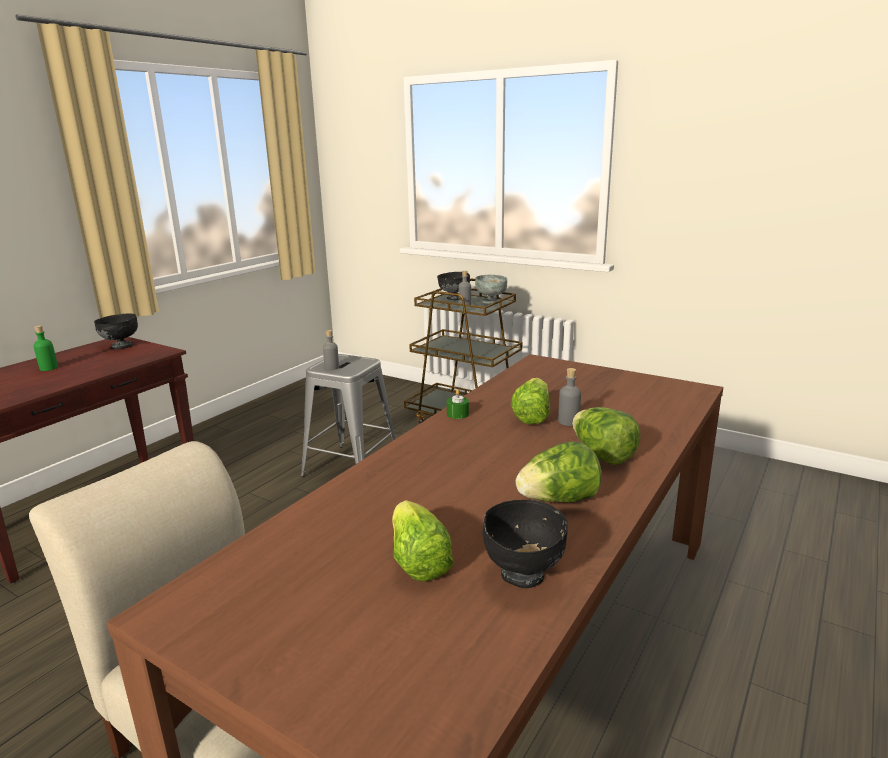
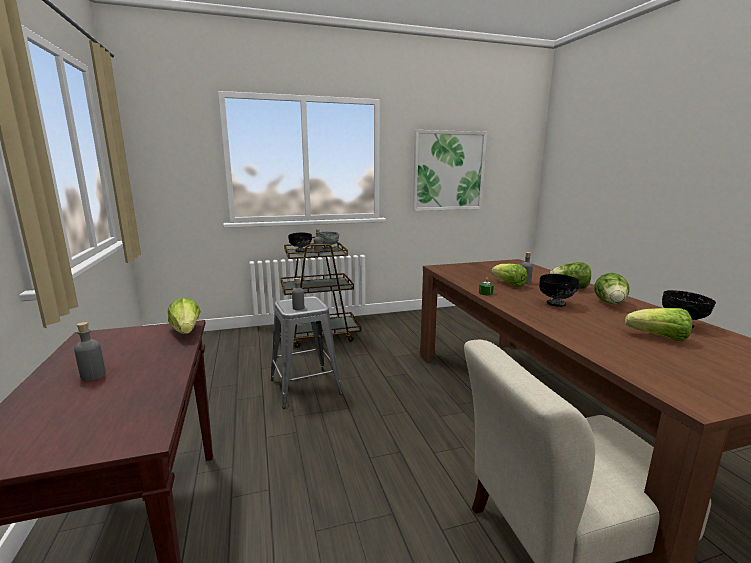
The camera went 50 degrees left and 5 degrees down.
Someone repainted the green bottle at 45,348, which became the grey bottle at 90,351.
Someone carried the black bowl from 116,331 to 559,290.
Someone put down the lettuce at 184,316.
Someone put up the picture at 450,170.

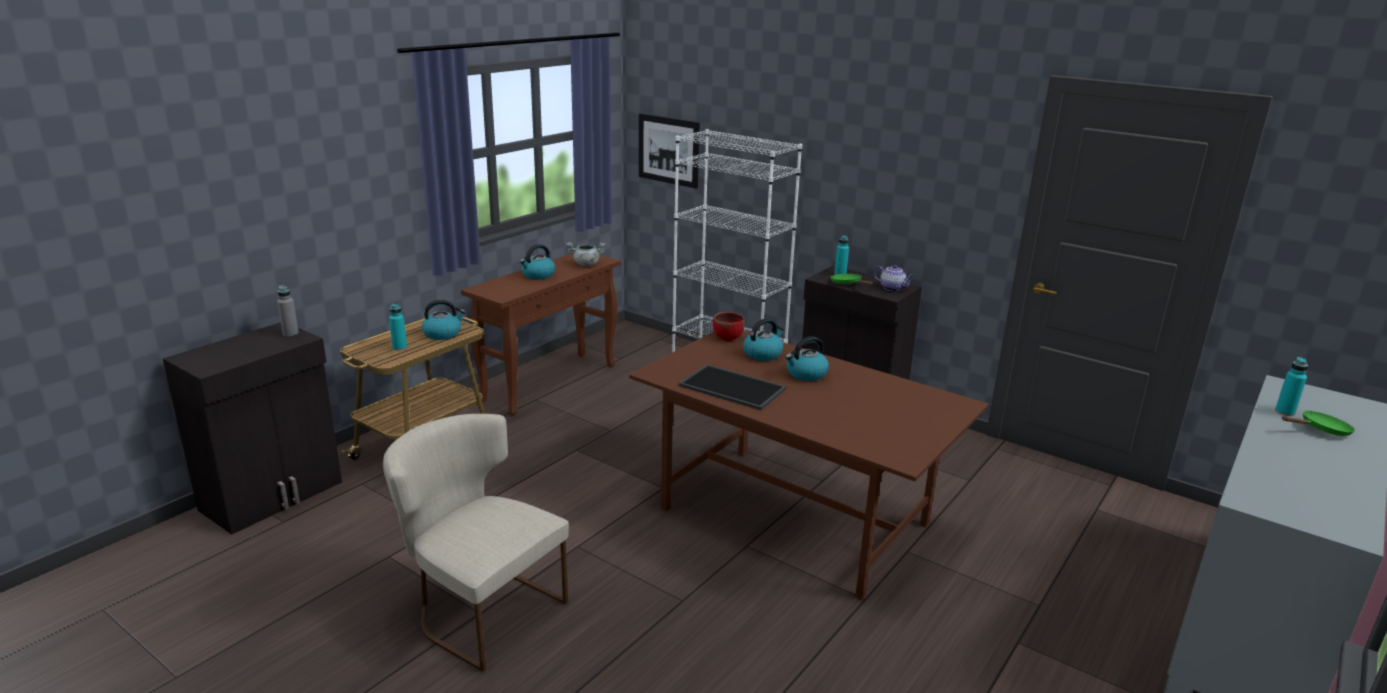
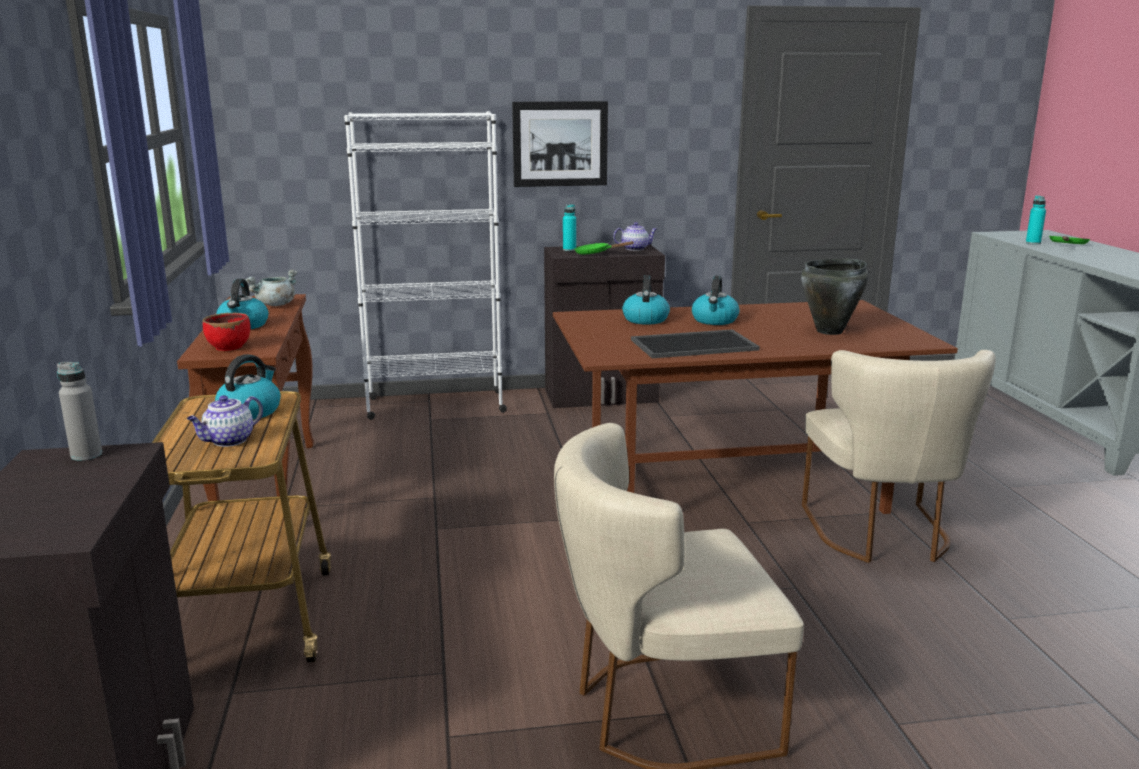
The camera went 45 degrees left and 5 degrees down.
Someone swapped the turquoise bottle at 398,327 for the teapot at 225,421.
Someone carried the picture from 669,151 to 560,144.
Someone carried the red bowl from 729,326 to 227,332.
Someone put down the black cooking pot at 835,297.
Someone put down the beige chair at 899,456.

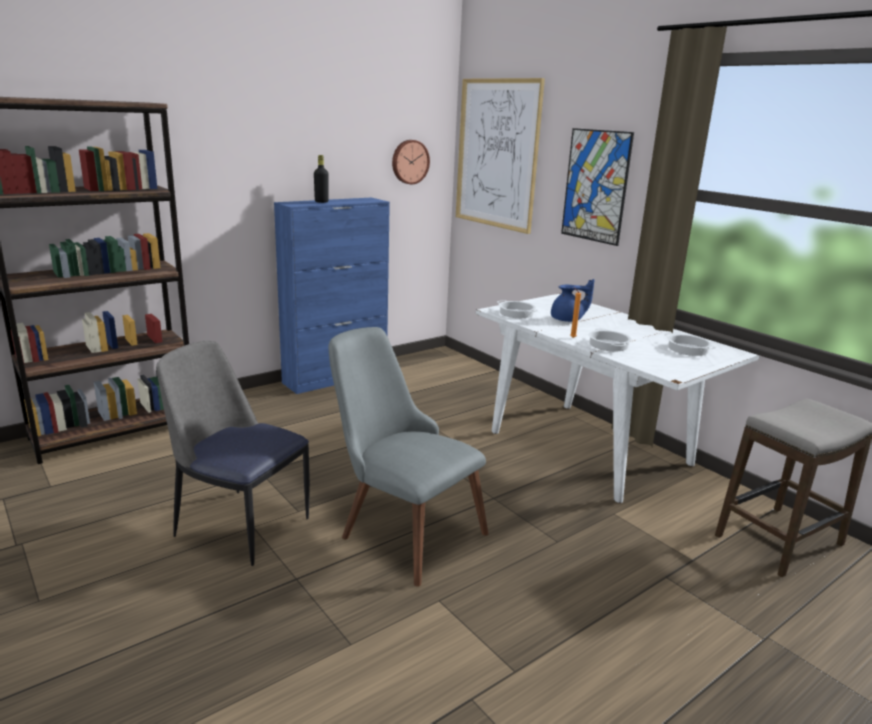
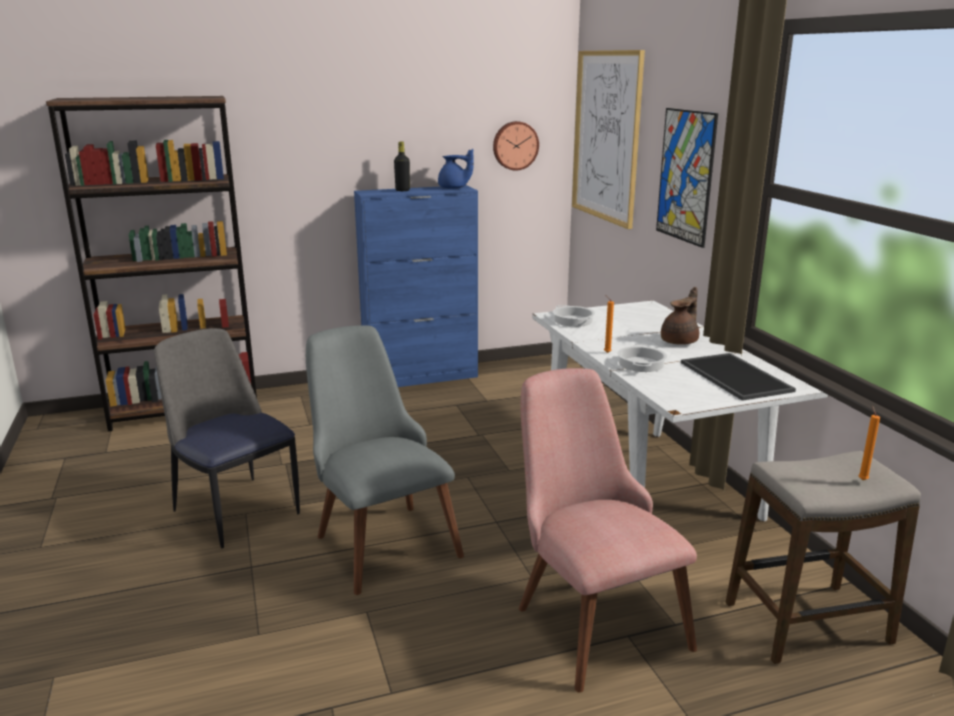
The camera went 20 degrees right and 0 degrees up.
Someone carried the blue teapot from 572,300 to 456,169.
Someone swapped the cooking pot at 690,344 for the tray at 738,377.
Someone put down the pink chair at 608,530.
Someone put down the brown teapot at 680,316.
Someone put down the orange candle at 869,443.

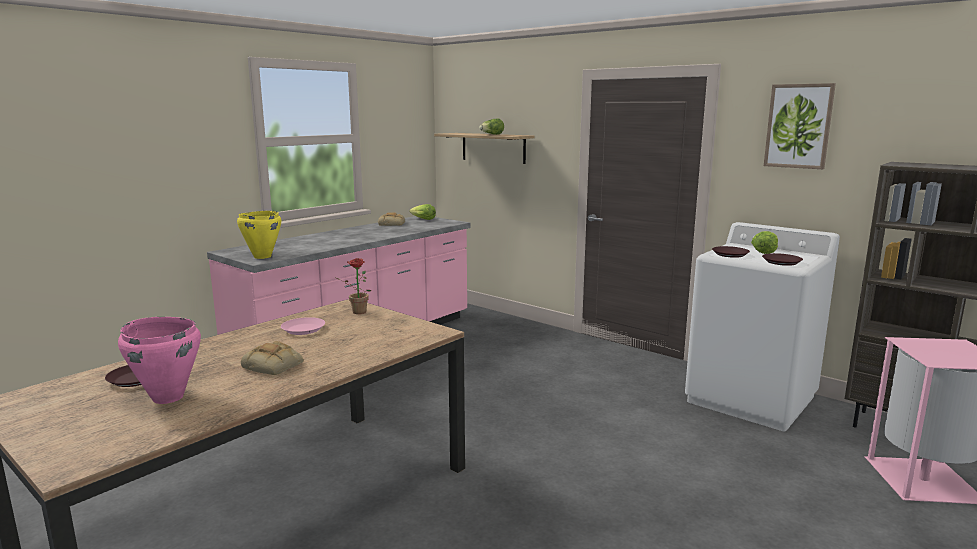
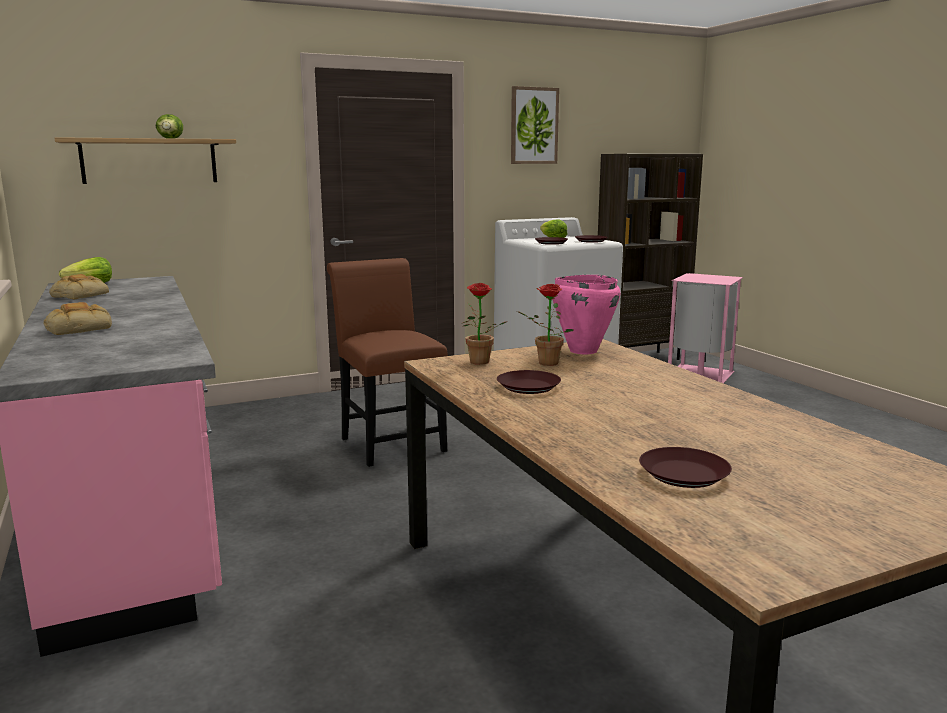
The camera went 65 degrees left and 0 degrees up.
Someone carried the pink cooking pot from 159,360 to 586,314.
Someone took away the yellow cooking pot at 259,235.
Someone carried the bread from 272,358 to 77,318.
Someone repainted the pink plate at 303,326, which became the brown plate at 529,382.
Someone put down the brown chair at 387,362.
Someone put down the potted plant at 545,325.

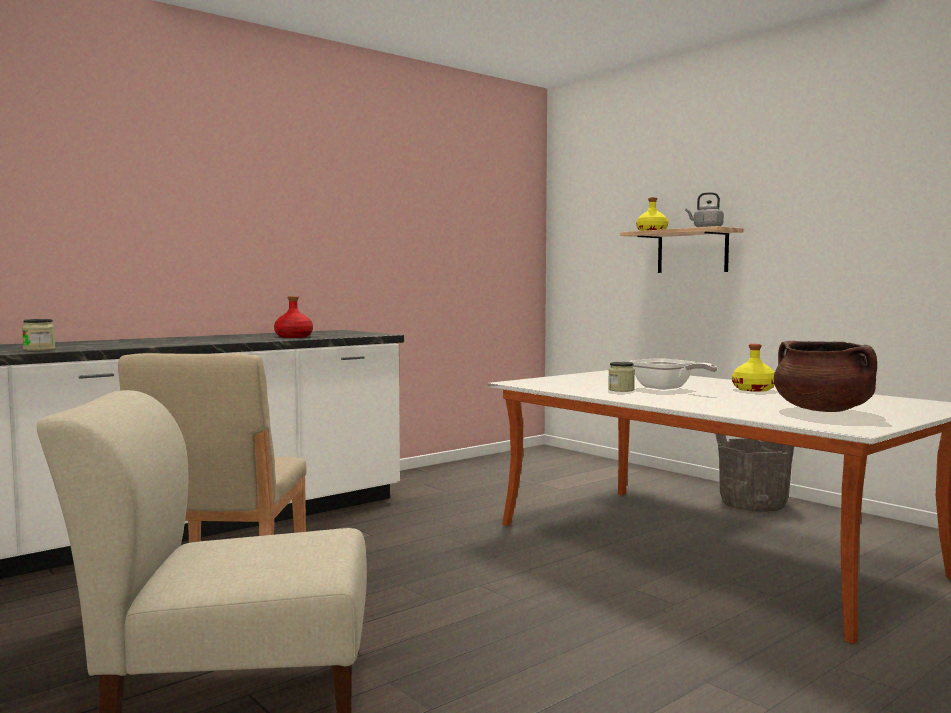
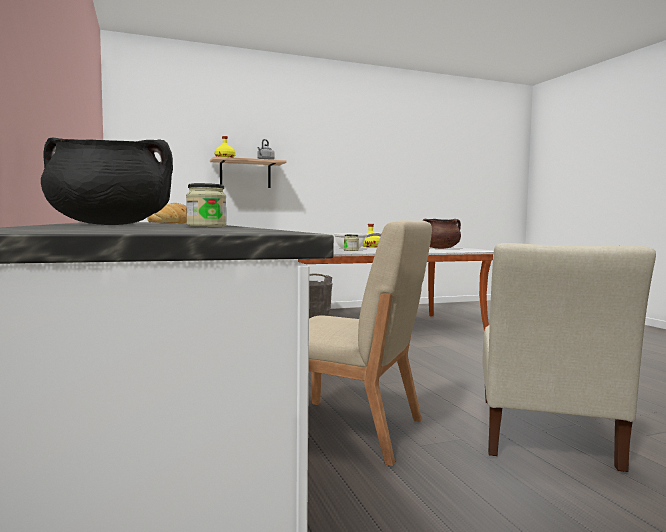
The camera went 70 degrees left and 0 degrees up.
Someone swapped the red bottle at 293,317 for the bread at 167,213.
Someone put down the black cooking pot at 107,181.

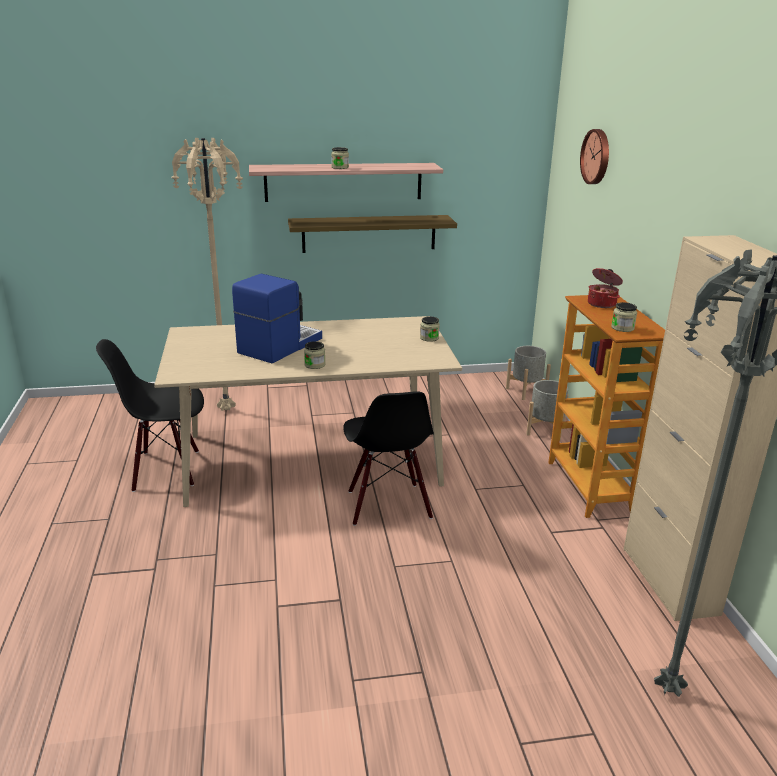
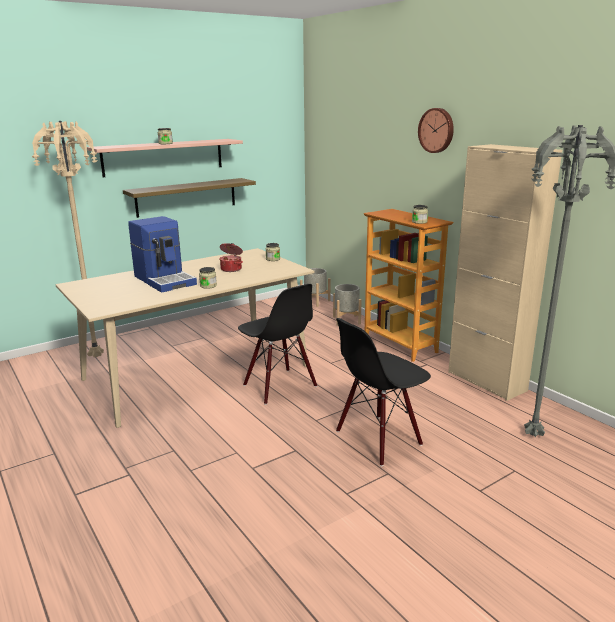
The camera went 25 degrees left and 5 degrees down.
Someone carried the black chair from 150,415 to 383,392.
Someone rotated the coffee machine at 277,319 by 135 degrees clockwise.
Someone carried the wall clock from 594,156 to 436,130.
Someone carried the cooking pot from 605,288 to 231,257.

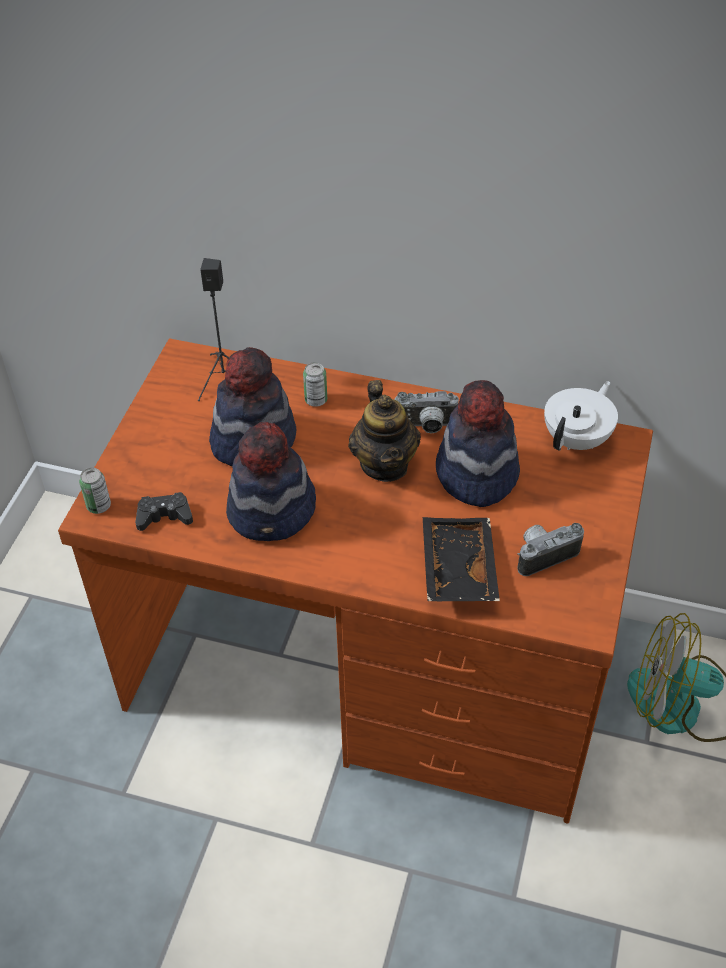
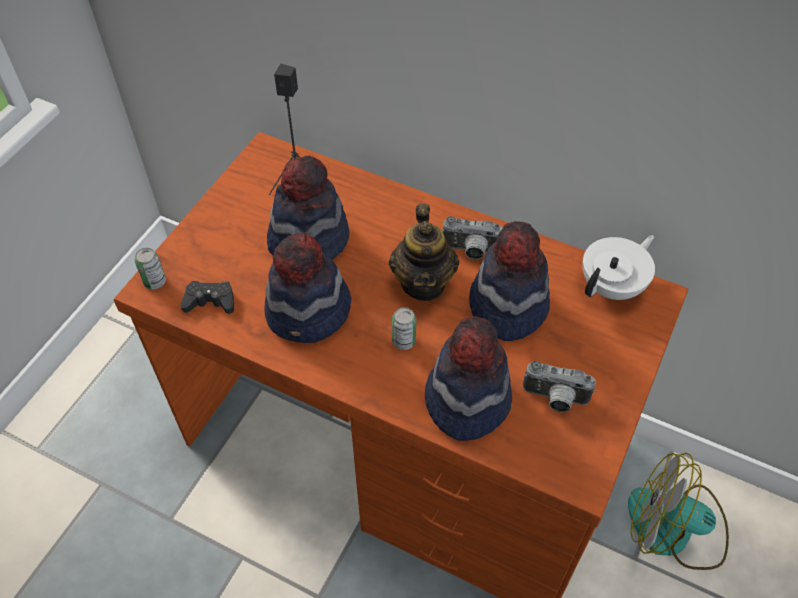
The camera went 10 degrees right and 5 degrees up.
Someone carried the can from 315,384 to 404,328.
Someone swapped the black tray at 461,559 for the hat at 468,378.
Someone rotated the photo camera at 550,549 by 150 degrees counterclockwise.

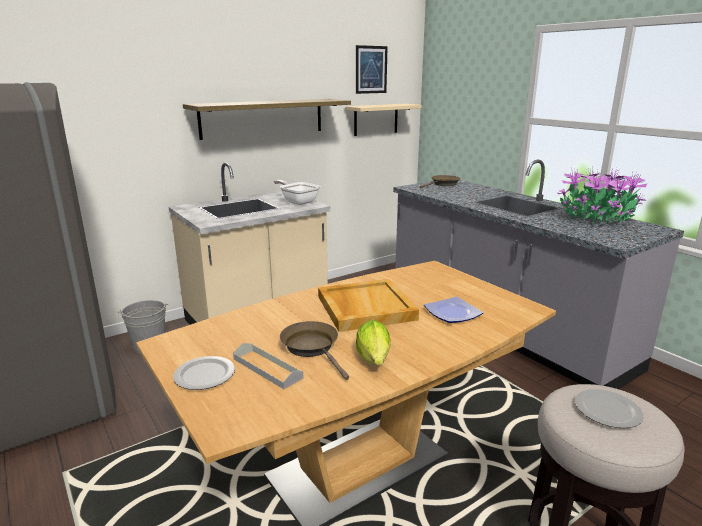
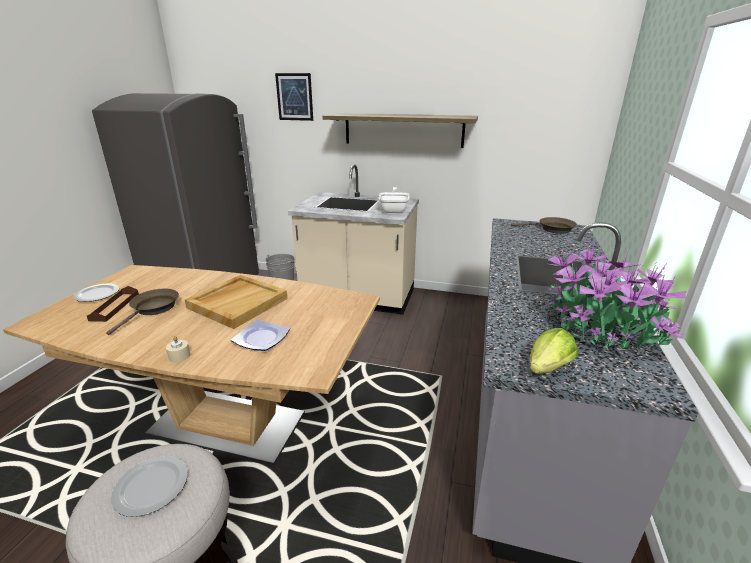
The camera went 50 degrees right and 5 degrees up.
Someone repainted the grey tray at 268,366, which became the brown tray at 113,304.
Someone took away the beige shelf at 383,120.
Someone carried the picture from 372,69 to 294,97.
Someone carried the lettuce from 373,342 to 554,351.
Someone put down the beige candle at 178,349.

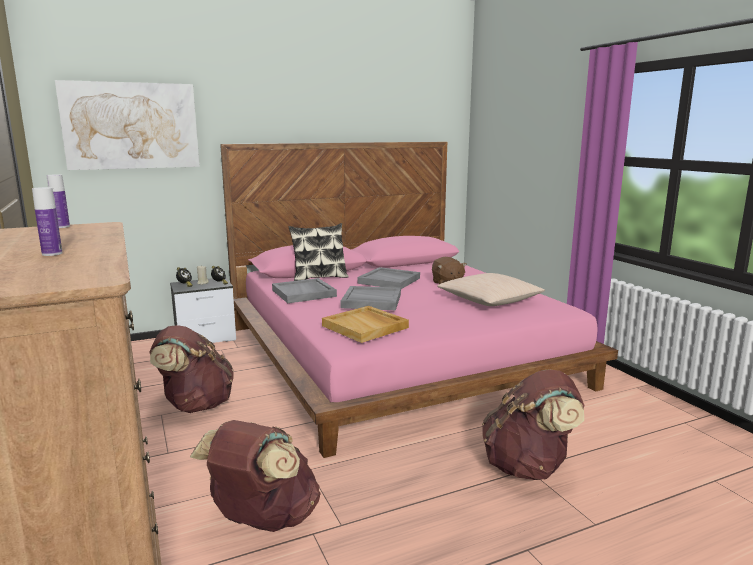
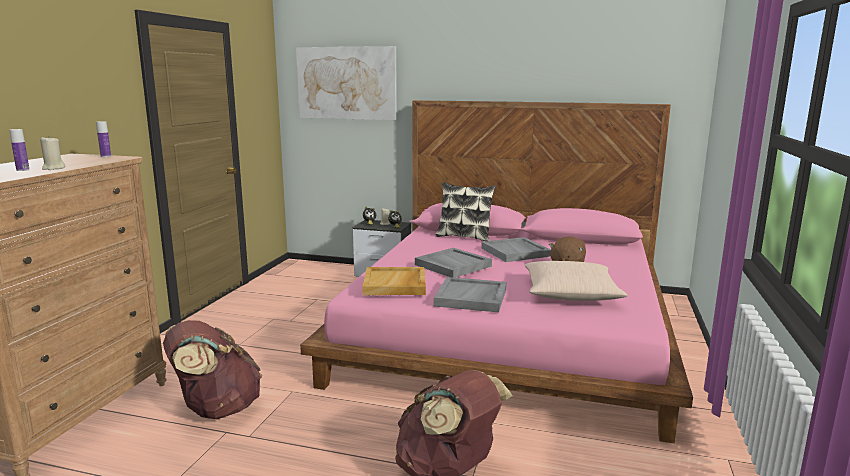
The camera went 40 degrees right and 0 degrees up.
Someone took away the brown backpack at 191,369.
Someone carried the grey tray from 304,290 to 470,294.
Someone put down the beige candle at 53,152.

